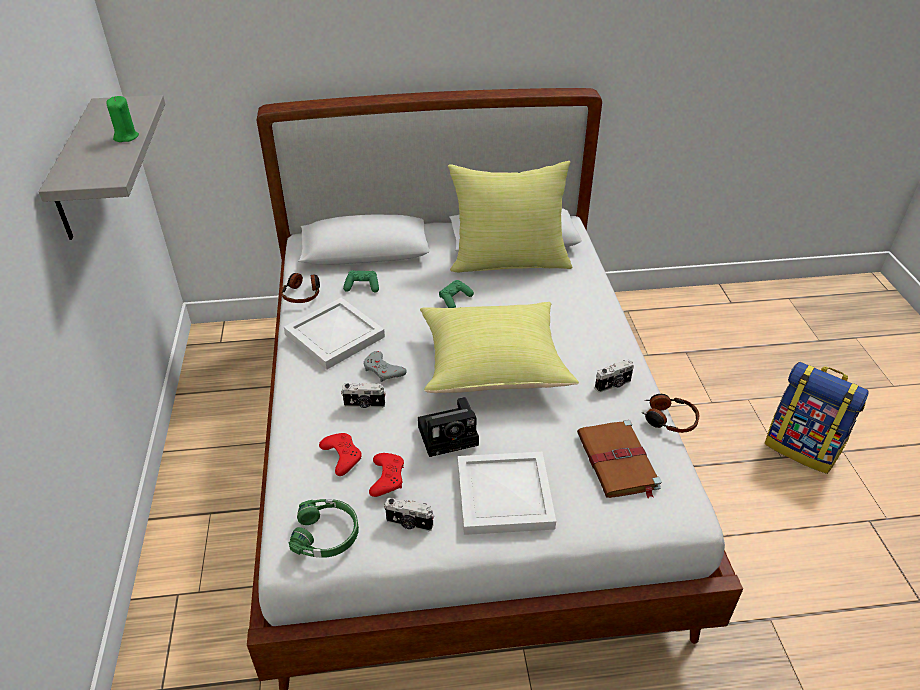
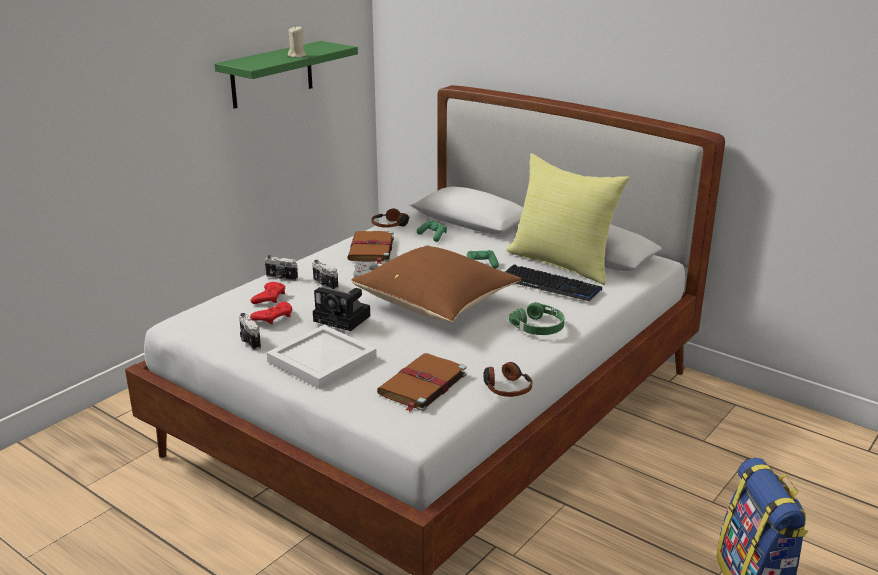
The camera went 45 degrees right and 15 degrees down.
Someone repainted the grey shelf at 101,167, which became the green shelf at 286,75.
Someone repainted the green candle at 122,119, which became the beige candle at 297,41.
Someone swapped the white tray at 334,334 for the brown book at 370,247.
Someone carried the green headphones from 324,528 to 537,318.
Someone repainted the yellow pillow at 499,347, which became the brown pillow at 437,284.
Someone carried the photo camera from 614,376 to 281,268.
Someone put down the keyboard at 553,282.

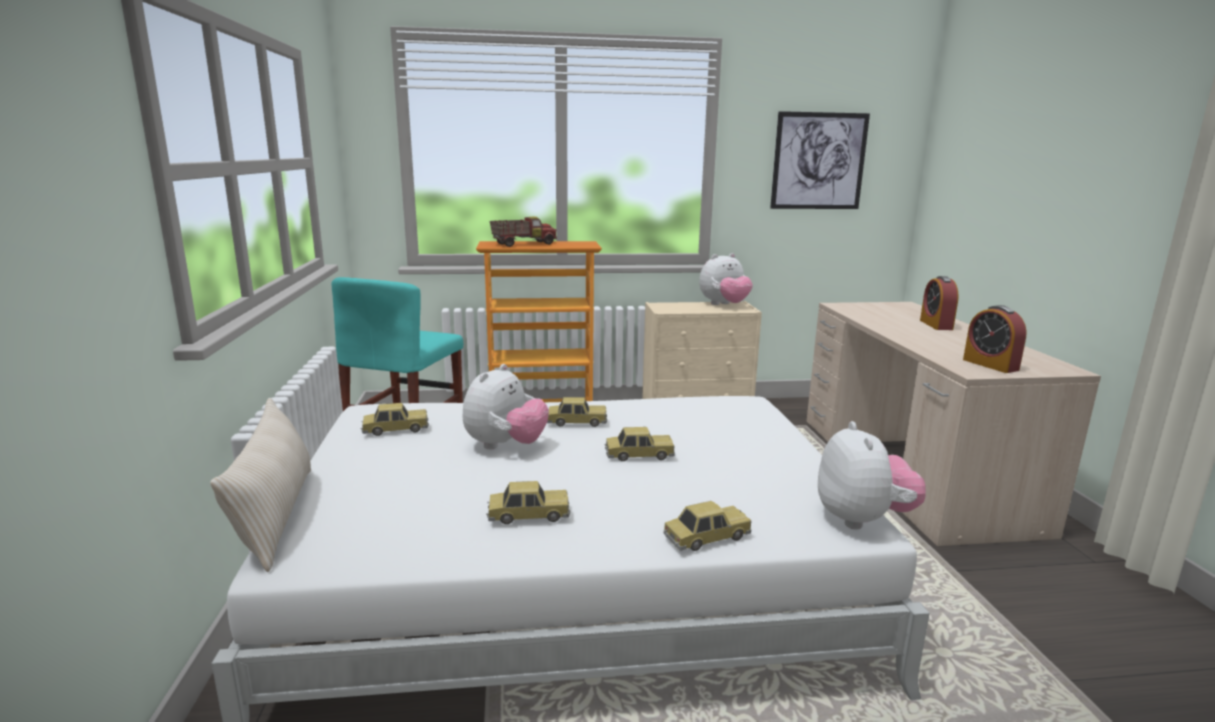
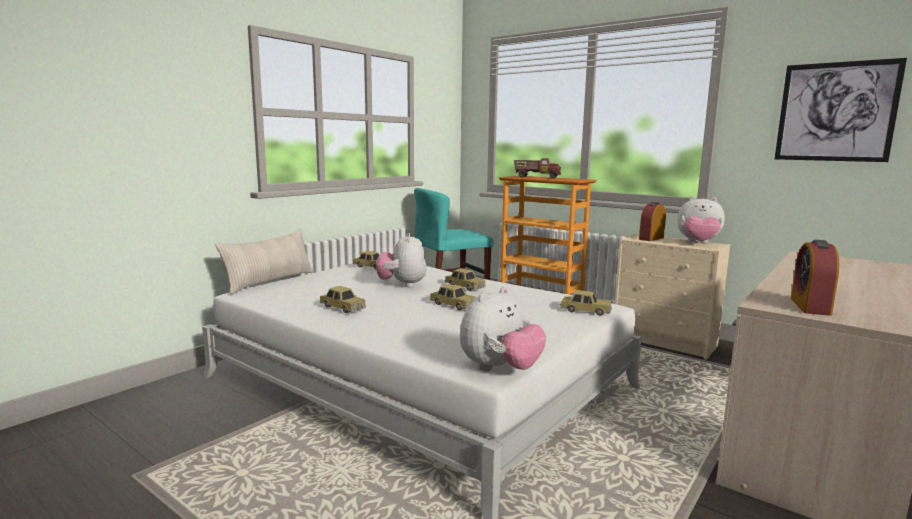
The camera went 45 degrees right and 5 degrees down.
Someone rotated the plush toy at 505,407 by 105 degrees clockwise.
Someone carried the toy car from 707,526 to 586,303.
Someone carried the alarm clock from 939,303 to 652,221.

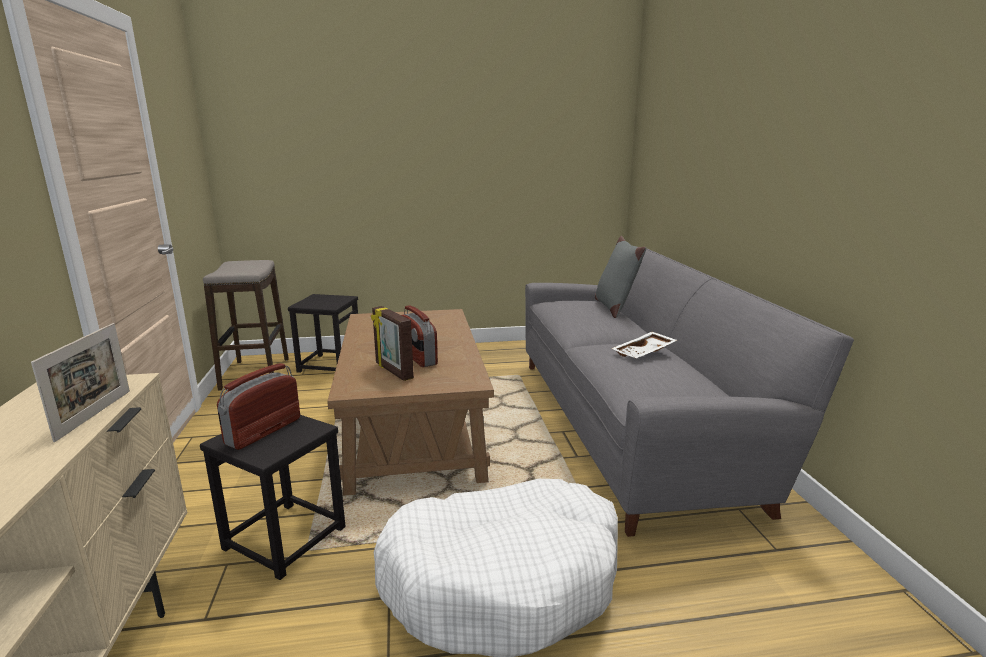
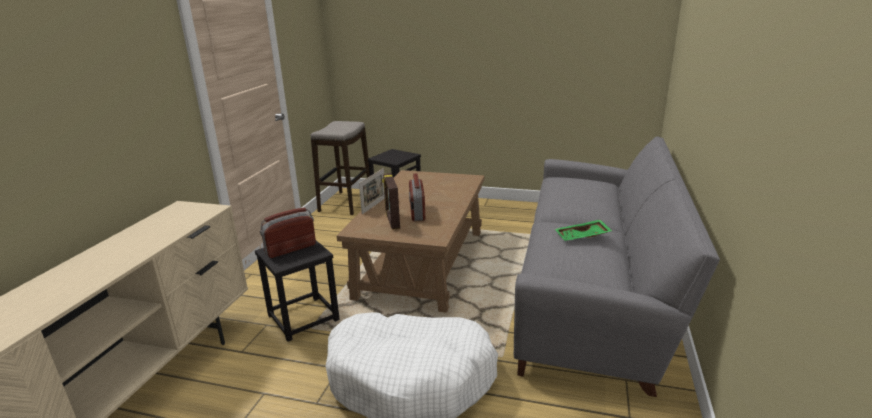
The camera went 25 degrees right and 5 degrees up.
Someone carried the picture frame from 80,382 to 372,191.
Someone took away the grey pillow at 620,277.
Someone repainted the white tray at 644,345, which became the green tray at 583,230.

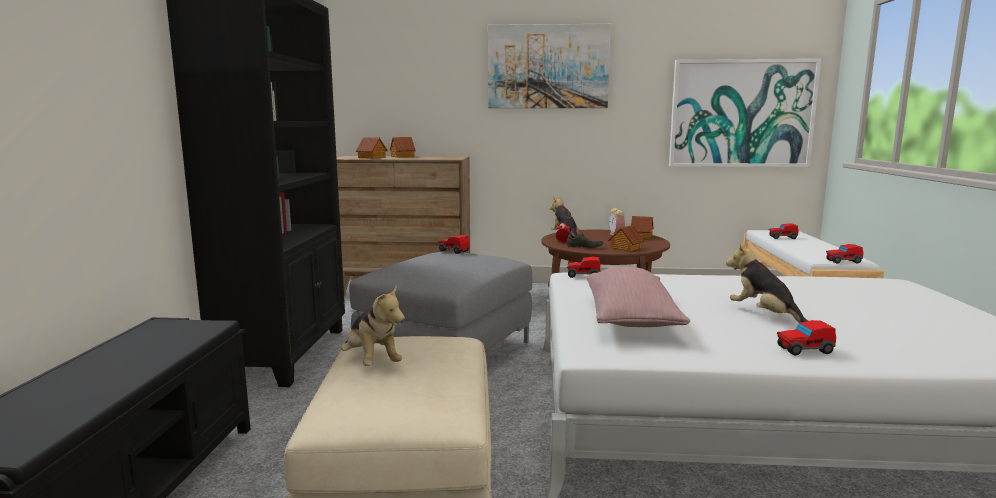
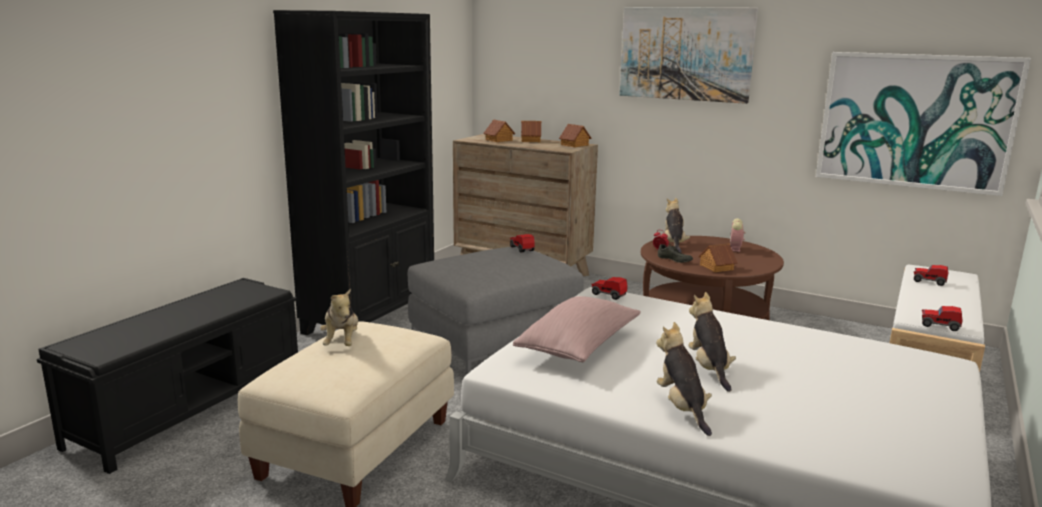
The camera went 25 degrees right and 5 degrees up.
Someone carried the toy house from 642,227 to 575,135.
Someone swapped the toy car at 806,337 for the plush toy at 684,379.

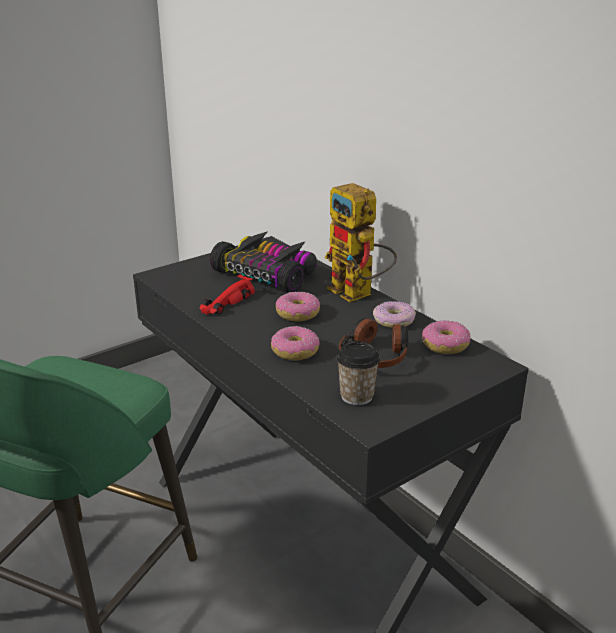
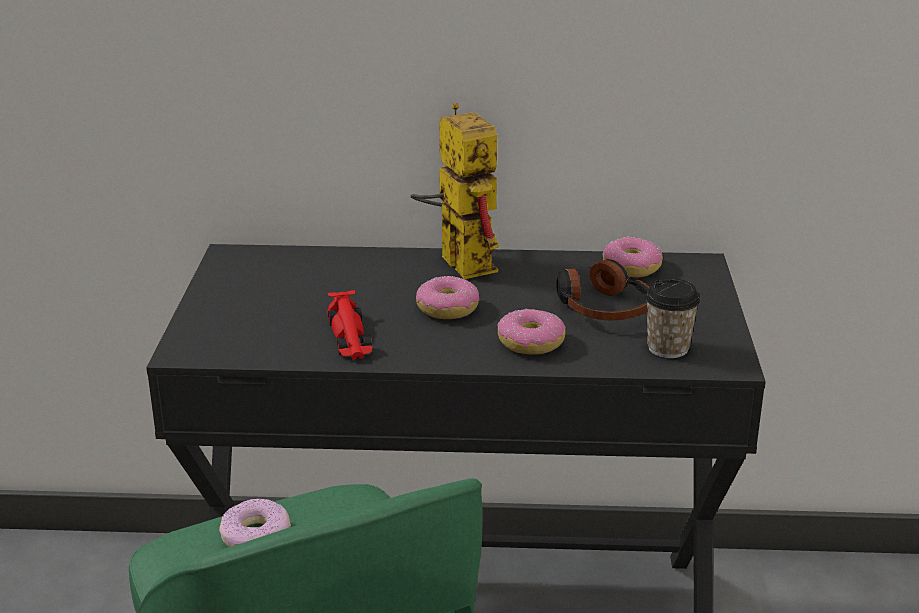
The camera went 50 degrees left and 0 degrees up.
Someone took away the toy car at 263,262.
Someone rotated the toy robot at 361,242 by 120 degrees counterclockwise.
Someone carried the donut from 394,314 to 255,523.

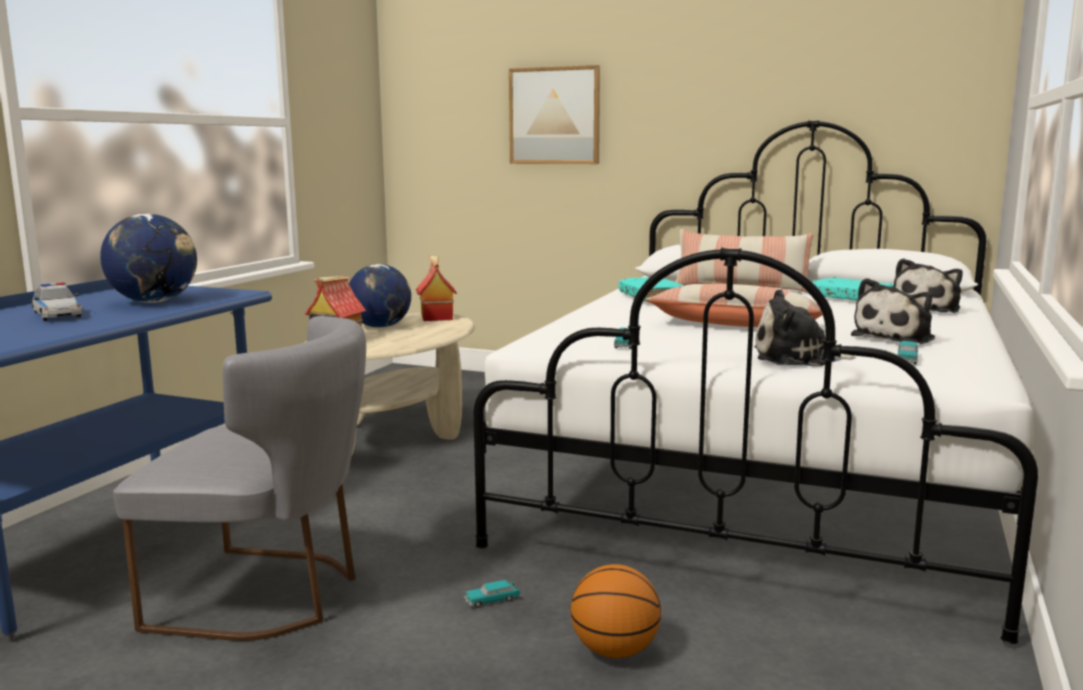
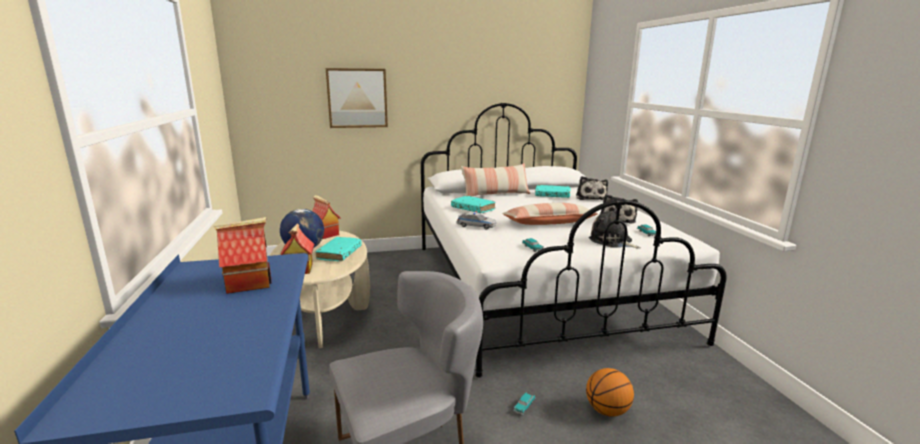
The camera went 35 degrees left and 5 degrees up.
Someone carried the toy car from 57,301 to 476,220.
Someone swapped the globe at 148,258 for the toy house at 242,255.
Someone rotated the plush toy at 805,327 by 75 degrees clockwise.
Someone put down the turquoise book at 338,249.

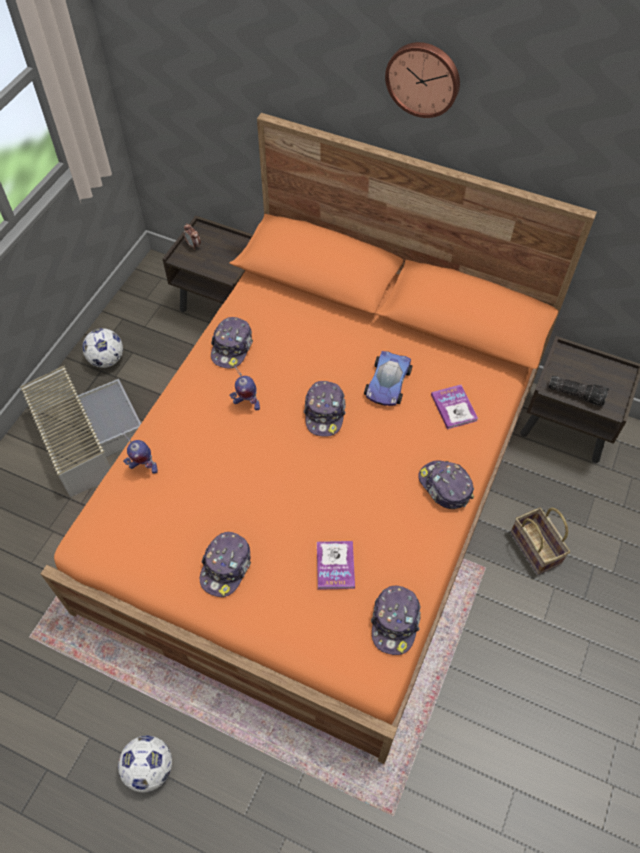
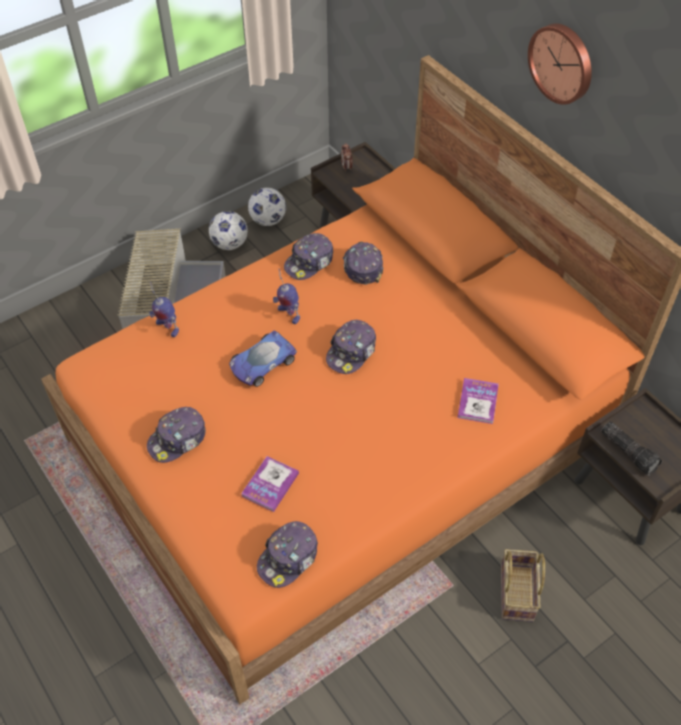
The camera went 30 degrees right and 5 degrees down.
Someone carried the football from 145,764 to 267,207.
Someone carried the toy car from 388,378 to 263,358.
Someone carried the cap from 446,484 to 363,263.

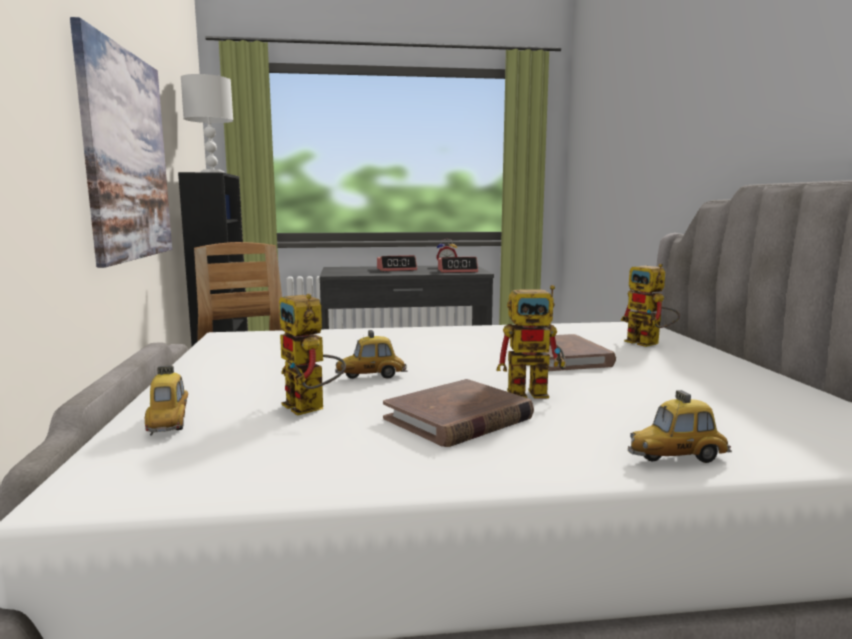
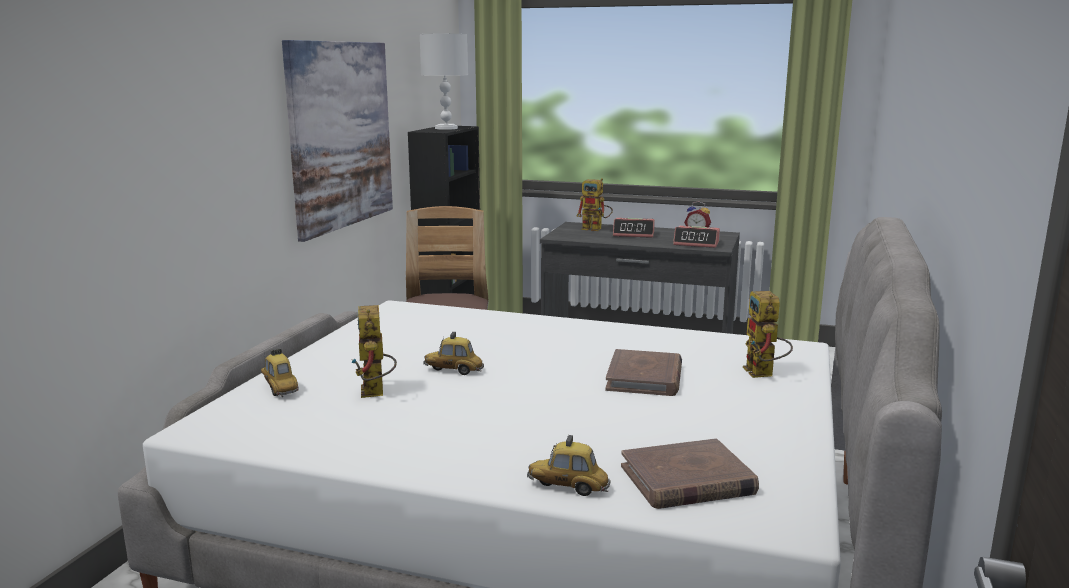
The camera went 25 degrees right and 5 degrees up.
Someone rotated the toy car at 166,400 by 45 degrees counterclockwise.
Someone carried the brown book from 458,413 to 690,473.
Someone carried the toy robot from 531,342 to 594,204.

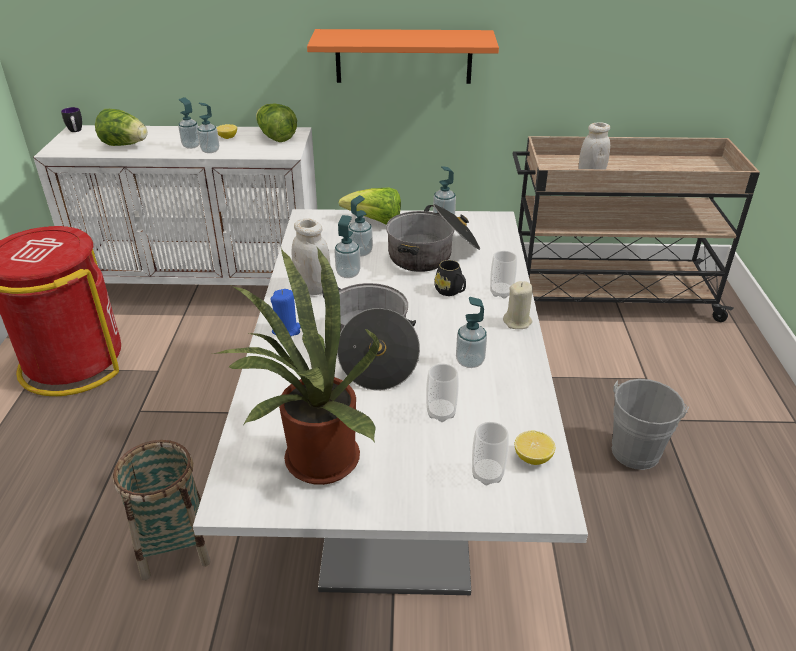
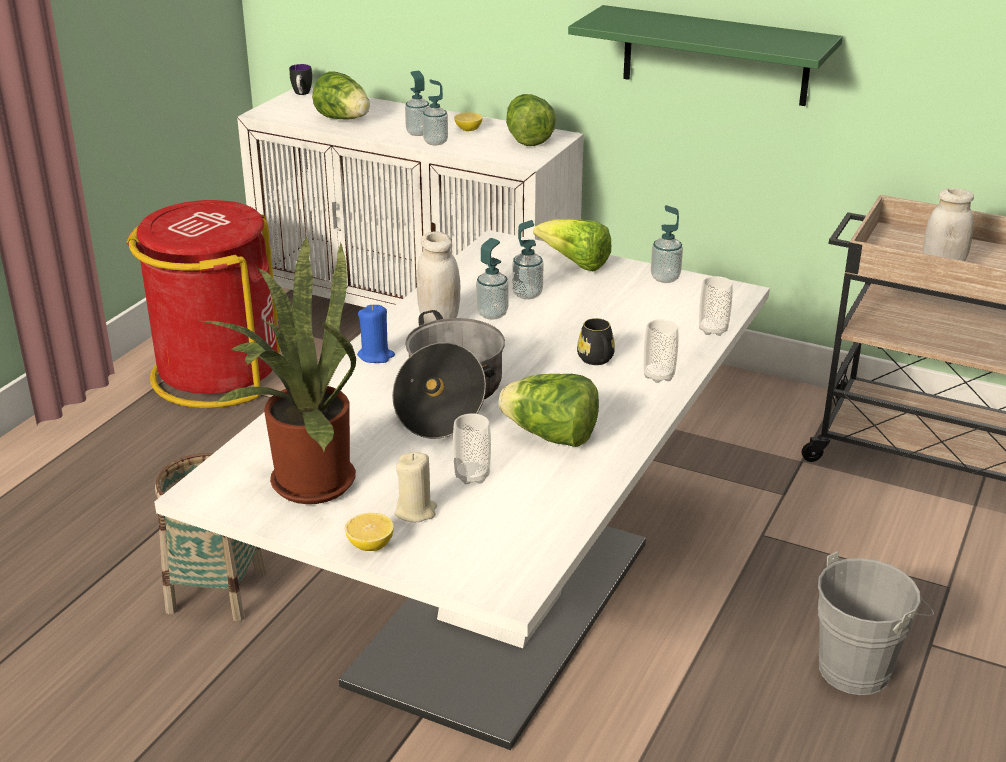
The camera went 25 degrees right and 5 degrees down.
Someone repainted the orange shelf at 403,56, which became the green shelf at 705,55.
Someone took away the cooking pot at 433,238.
Someone swapped the soap dispenser at 471,332 for the lettuce at 548,410.
Someone carried the cup from 490,453 to 716,306.
Someone carried the beige candle from 518,305 to 416,487.
Someone carried the lemon from 535,448 to 369,532.

